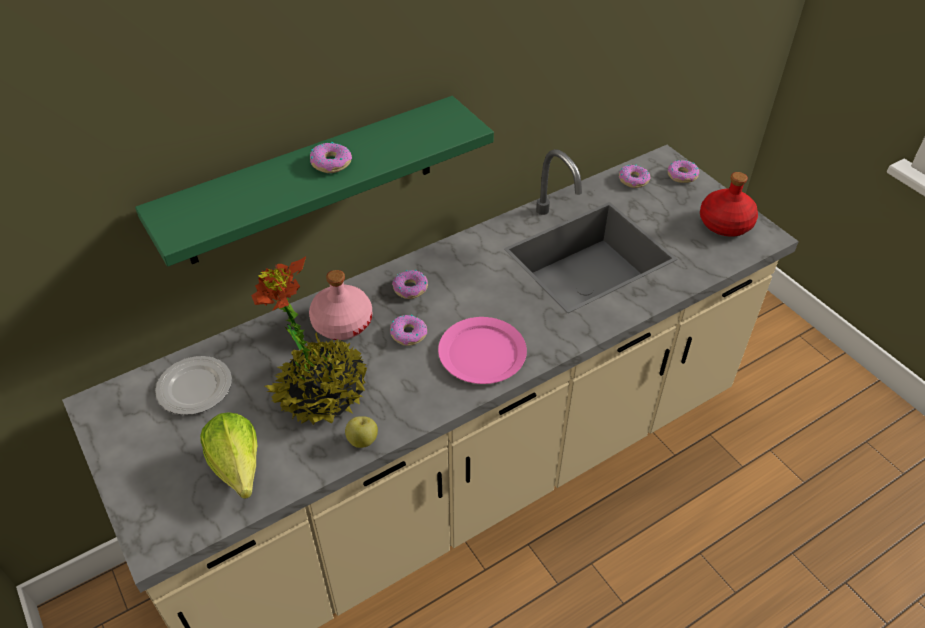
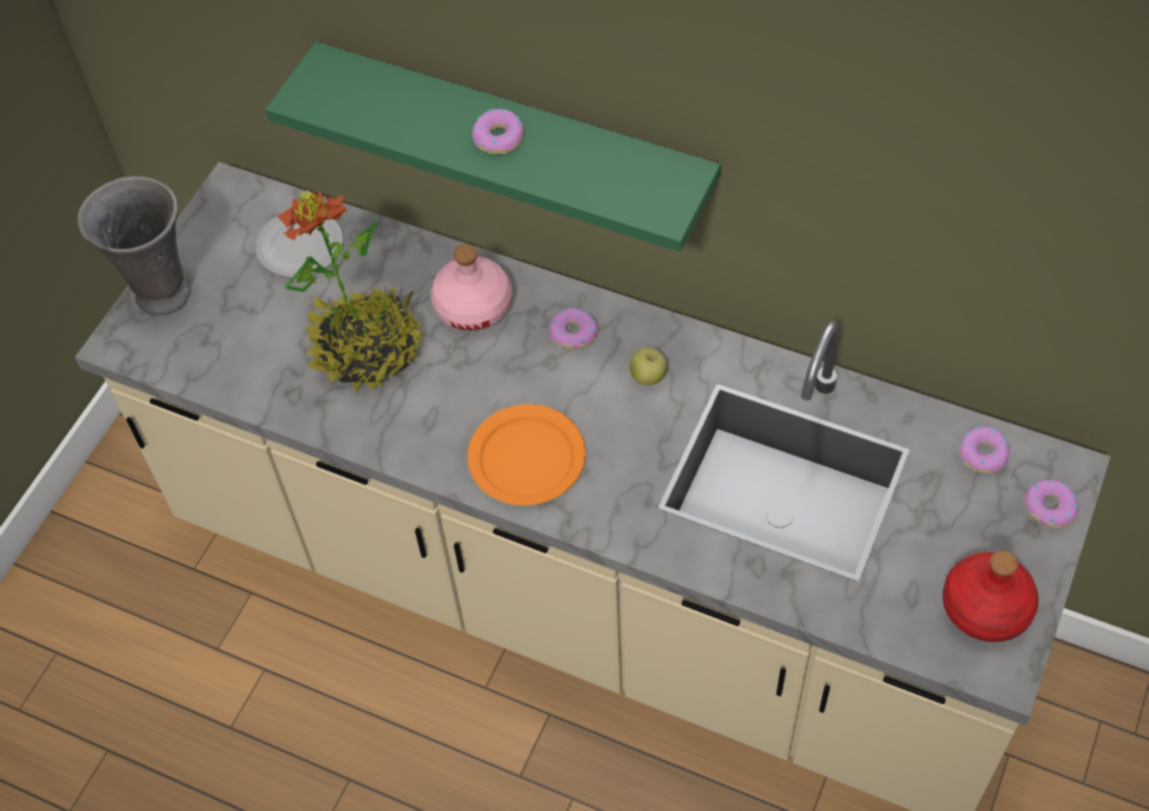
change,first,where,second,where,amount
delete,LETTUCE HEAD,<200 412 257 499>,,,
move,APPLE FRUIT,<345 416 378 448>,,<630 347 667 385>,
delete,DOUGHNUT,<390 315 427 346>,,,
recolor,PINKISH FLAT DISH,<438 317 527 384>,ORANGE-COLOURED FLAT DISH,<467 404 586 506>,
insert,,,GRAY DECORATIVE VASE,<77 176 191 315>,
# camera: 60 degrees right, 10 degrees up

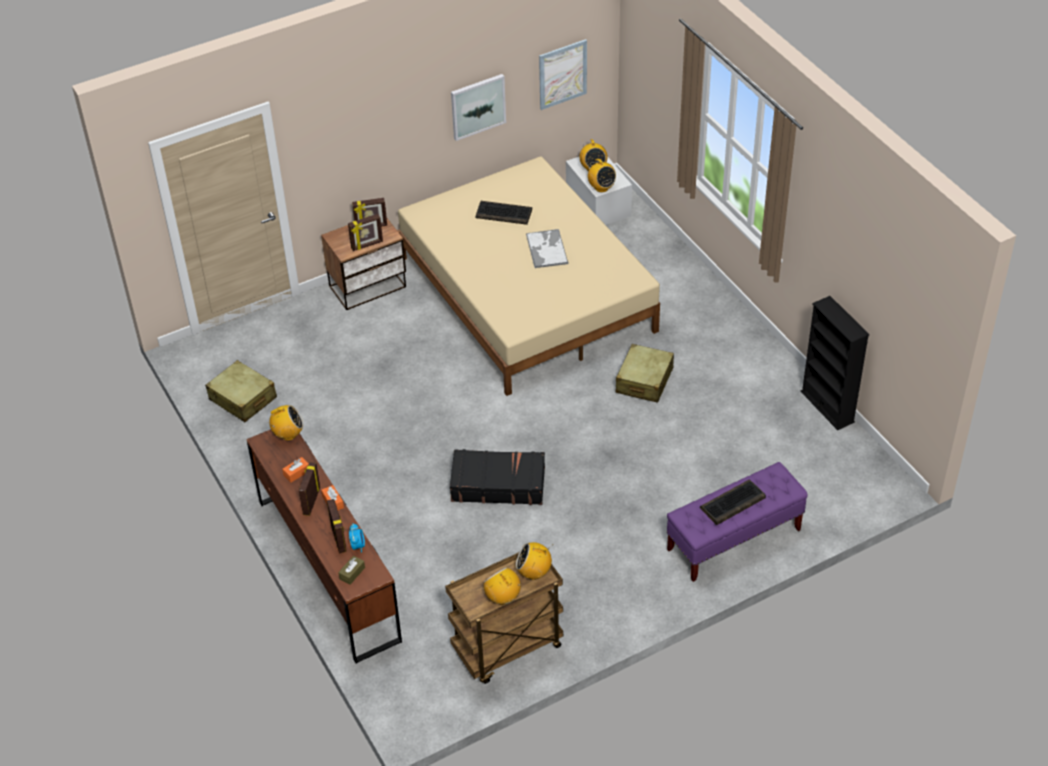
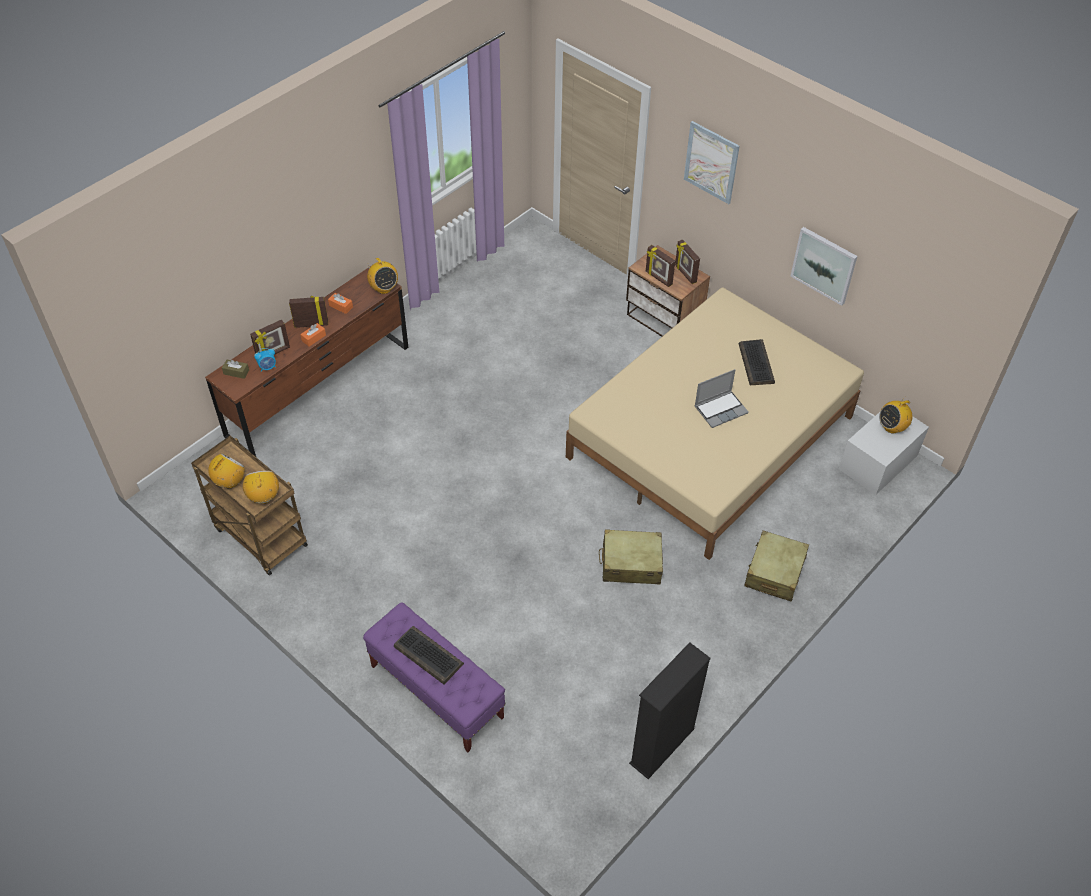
change,first,where,second,where,amount
move,SAND-COLOURED SUITCASE,<205 360 277 422>,,<744 530 809 601>,
delete,BLACK SUITCASE,<450 449 545 505>,,,
replace,TRAY,<526 229 568 268>,LAPTOP,<695 369 749 428>,
move,WALL PICTURE,<539 39 587 110>,,<684 121 740 204>,
delete,RADIO RECEIVER,<587 159 616 192>,,,
# camera: 70 degrees right, 5 degrees up

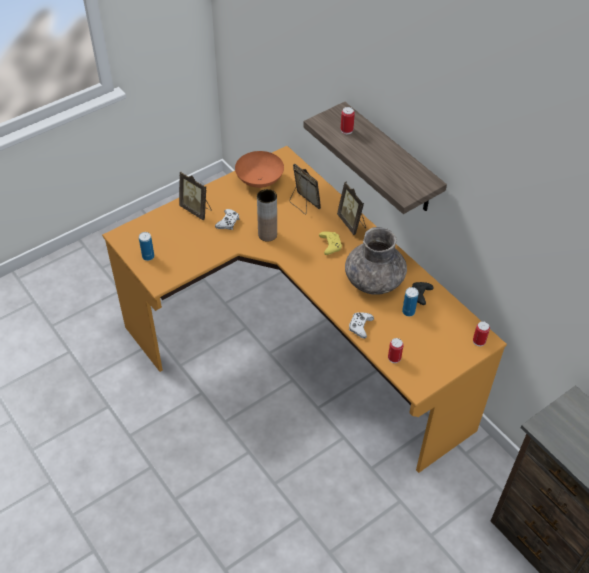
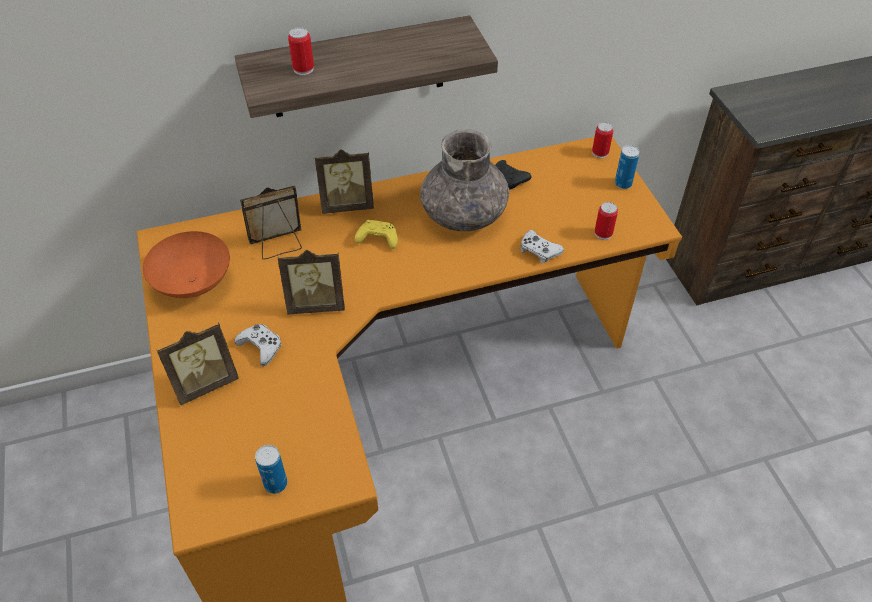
change,first,where,second,where,amount
replace,BROWNISH DECORATIVE VASE,<257 189 277 242>,PHOTO FRAME,<278 250 345 314>,
move,SEALED CAN,<402 287 419 316>,,<615 145 640 189>,
# camera: 70 degrees left, 0 degrees up

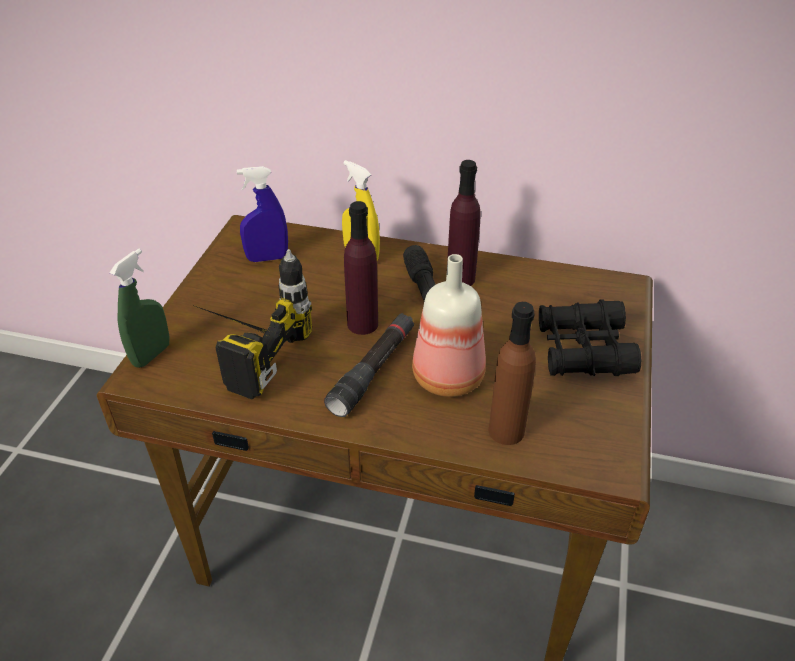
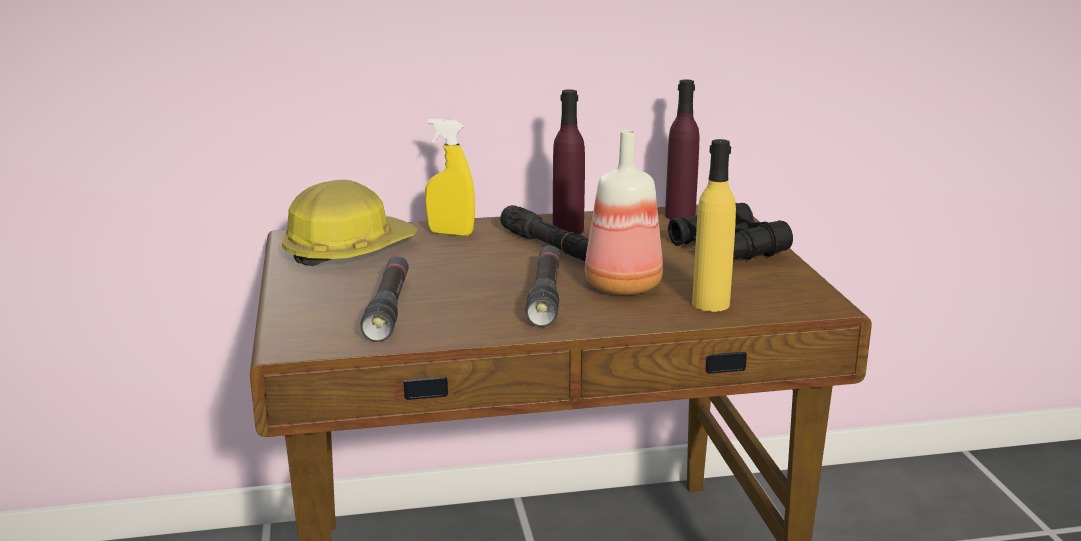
change,first,where,second,where,amount
delete,GREEN-COLOURED HAND SPRAYER,<110 249 170 368>,,,
replace,POWER DRILL,<195 249 312 399>,BLACK FLASHLIGHT,<361 257 409 342>,
replace,BLUE-COLOURED HAND SPRAYER,<237 166 288 262>,SAFETY HELMET,<282 180 418 266>,
move,PURPLISH DRINK BOTTLE,<344 201 378 335>,,<665 80 699 219>,
recolor,BROWNISH DRINK BOTTLE,<488 302 536 445>,YELLOWISH DRINK BOTTLE,<692 139 736 312>,
# camera: 25 degrees left, 20 degrees down

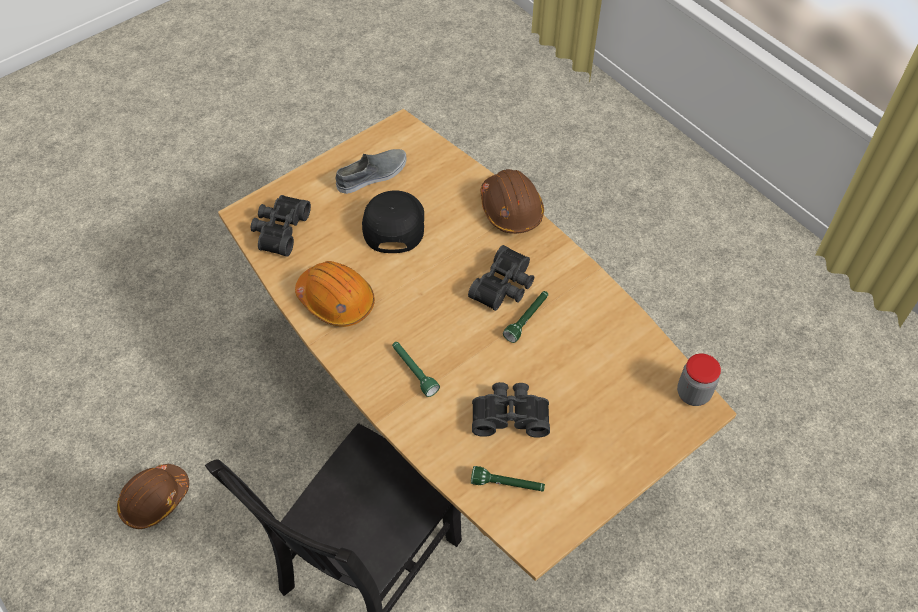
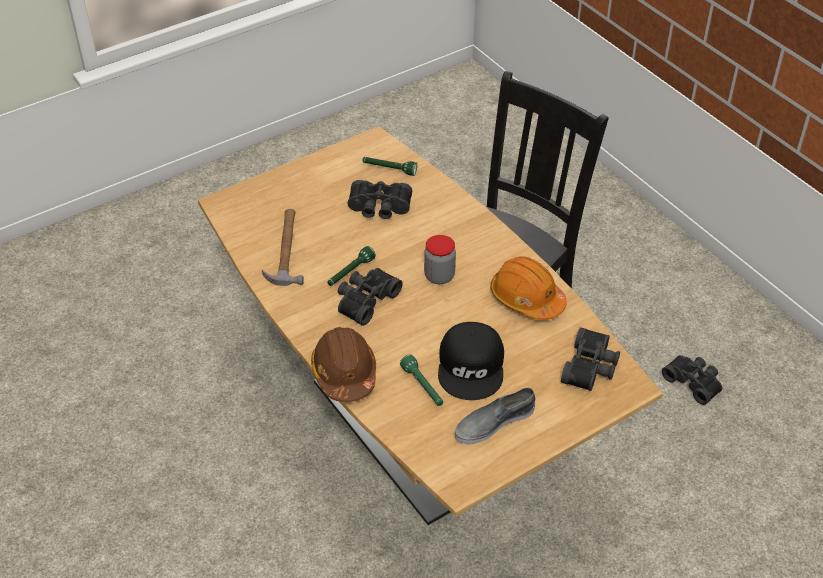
change,first,where,second,where,amount
replace,BROWNISH SAFETY HELMET,<117 464 189 529>,BLACK FIELD GLASSES,<662 355 722 405>,
move,GREEN-COLOURED FLASHLIGHT,<392 342 440 397>,,<400 354 443 406>,
move,STORAGE JAR,<677 354 721 406>,,<424 235 456 284>,
insert,,,HAND HAMMER,<262 209 304 286>,
# camera: 175 degrees left, 10 degrees down

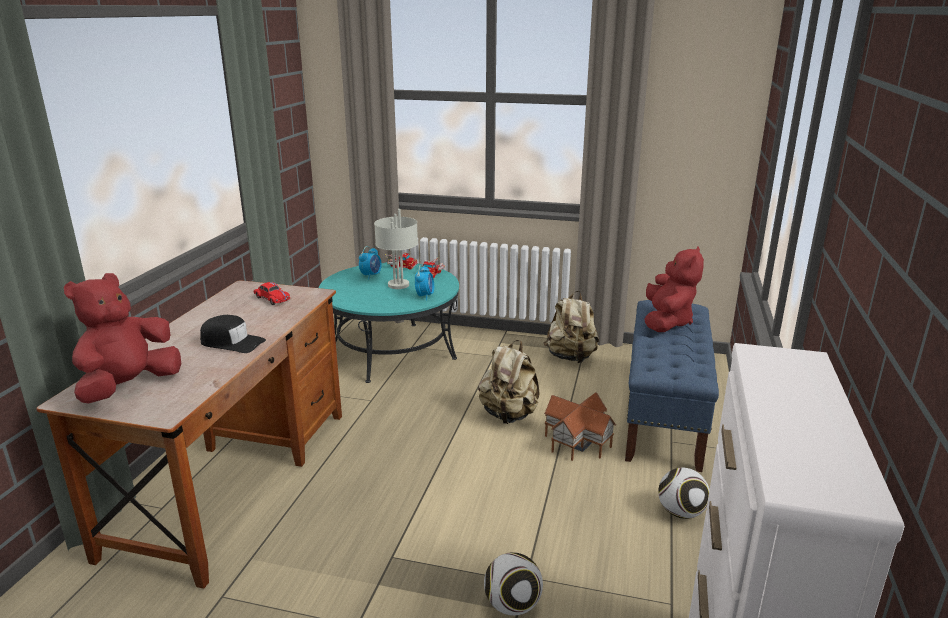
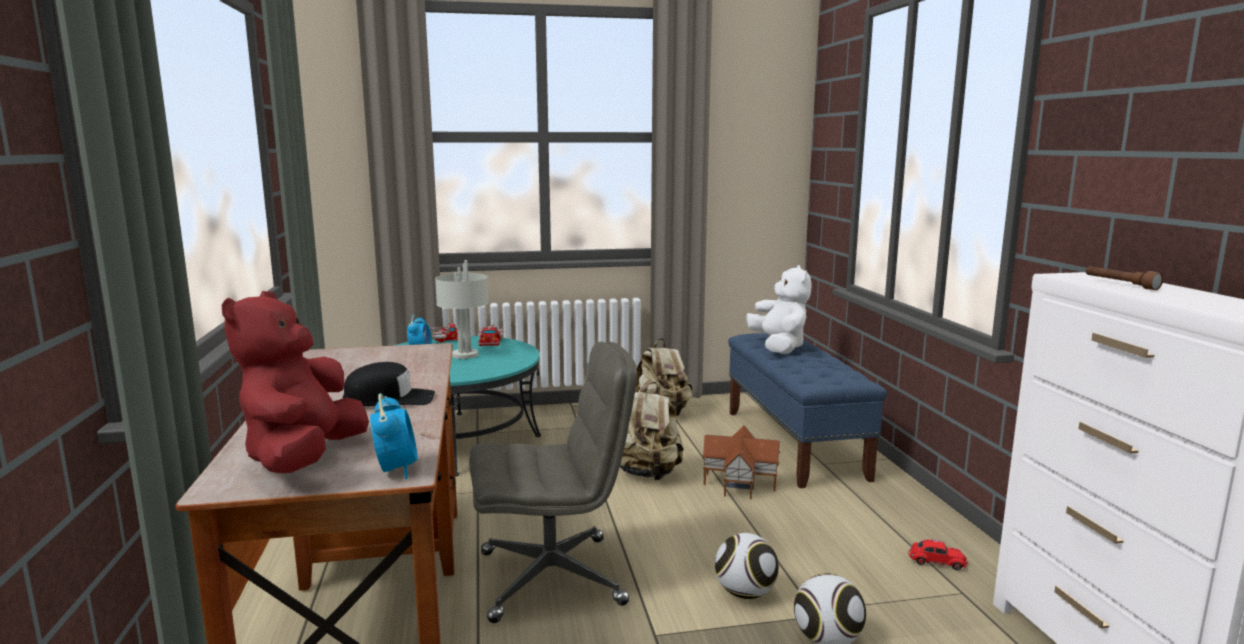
change,first,where,second,where,amount
move,RED-COLOURED MODEL CAR,<254 282 290 305>,,<908 539 968 570>,
move,ALARM CLOCK,<415 265 434 300>,,<370 393 418 479>,
recolor,RED-COLOURED PLUSH TOY,<645 247 704 332>,WHITE-COLOURED PLUSH TOY,<746 265 811 354>,
move,BALL FOR FOOTBALL,<658 468 710 519>,,<715 533 779 599>,
insert,,,GRAY COMPUTER CHAIR,<469 342 637 623>,
insert,,,BROWNISH FLASHLIGHT,<1086 266 1163 290>,
# camera: 25 degrees left, 10 degrees down

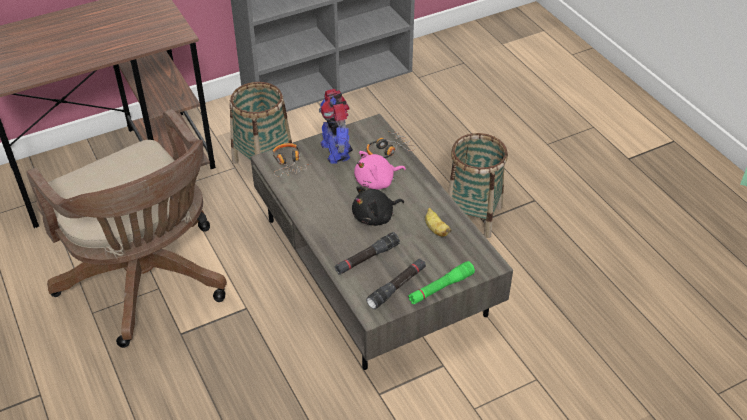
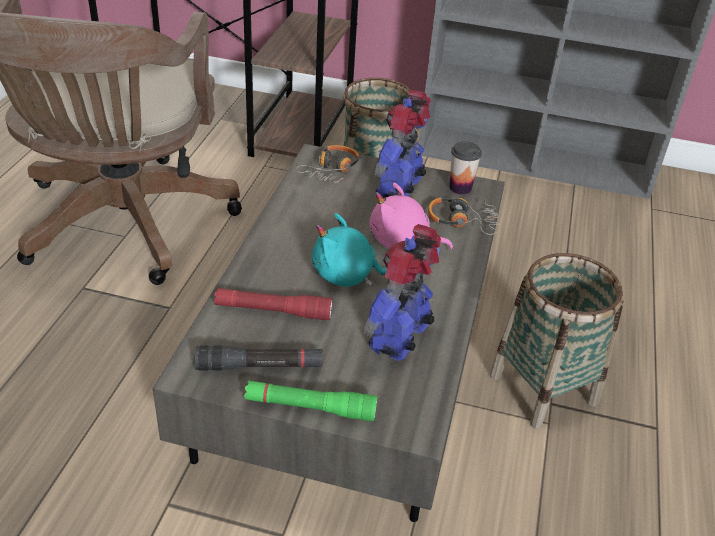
change,first,where,second,where,amount
recolor,BLACK FLASHLIGHT,<335 232 400 275>,RED-COLOURED FLASHLIGHT,<214 288 332 320>,
recolor,BLACK PLUSH TOY,<352 186 404 226>,TURQUOISE-COLOURED PLUSH TOY,<312 213 387 287>,
replace,BANANA,<425 208 451 237>,ROBOT FIGURE,<363 224 441 361>,
insert,,,CUP,<450 141 482 195>,
# camera: 40 degrees right, 5 degrees down

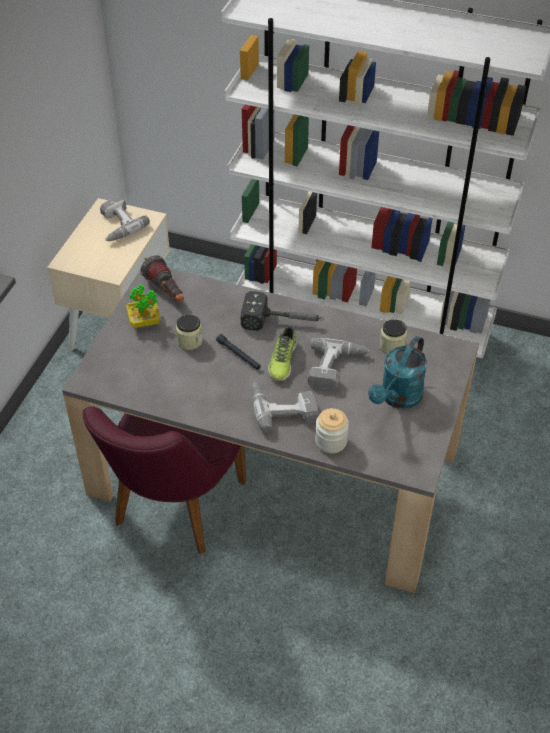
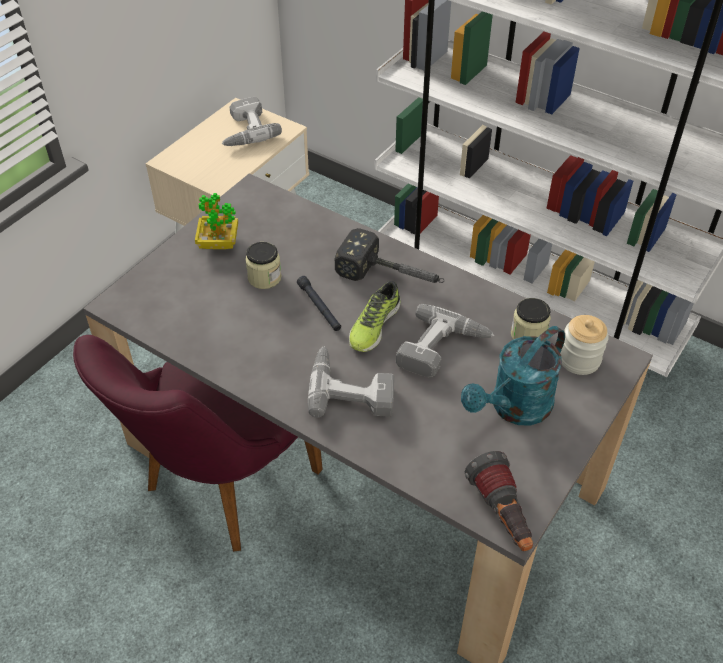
change,first,where,second,where,amount
move,FLASHLIGHT,<141 255 184 302>,,<465 451 533 551>,
move,STORAGE JAR,<315 408 349 454>,,<560 315 609 375>,
# camera: 15 degrees right, 0 degrees up

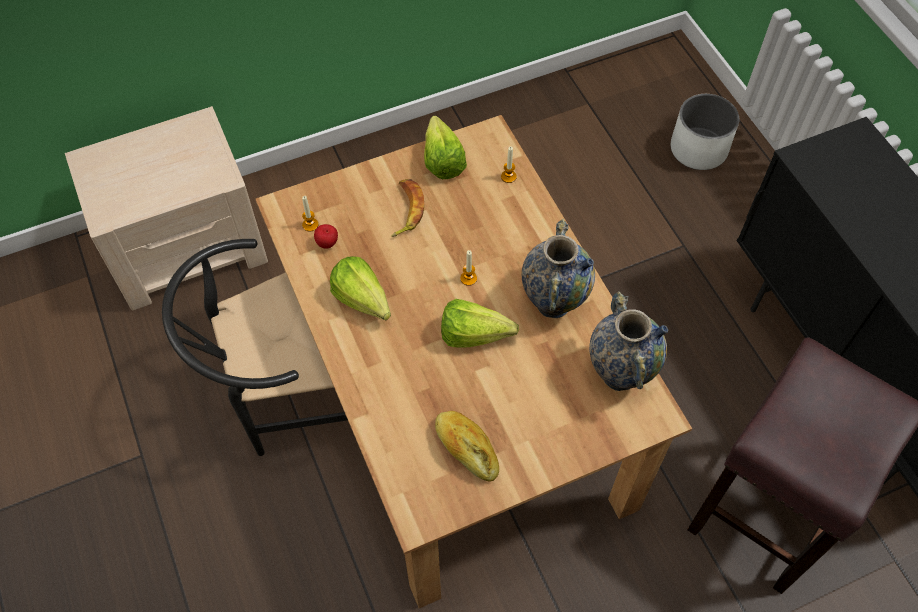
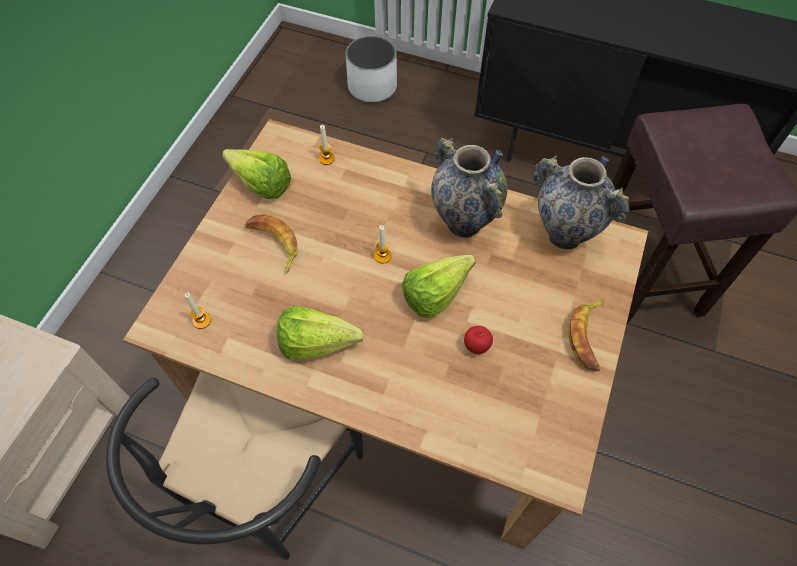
change,first,where,second,where,amount
move,APPLE FRUIT,<314 224 338 249>,,<464 326 493 354>,
delete,BAKED BREAD,<435 411 499 482>,,,
insert,,,BANANA,<569 299 606 371>,
# camera: 45 degrees left, 0 degrees up

